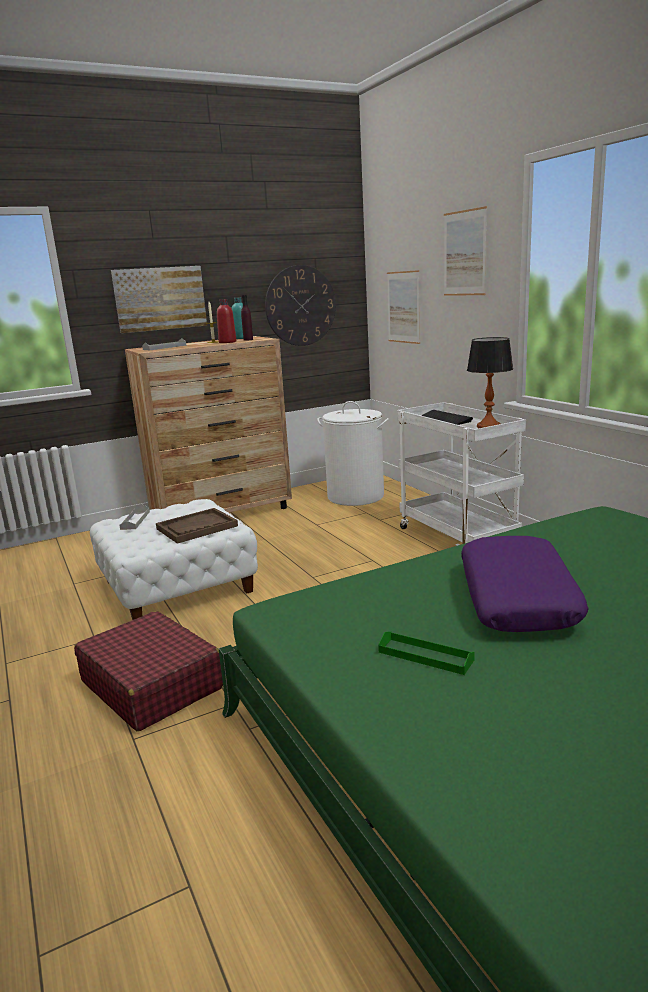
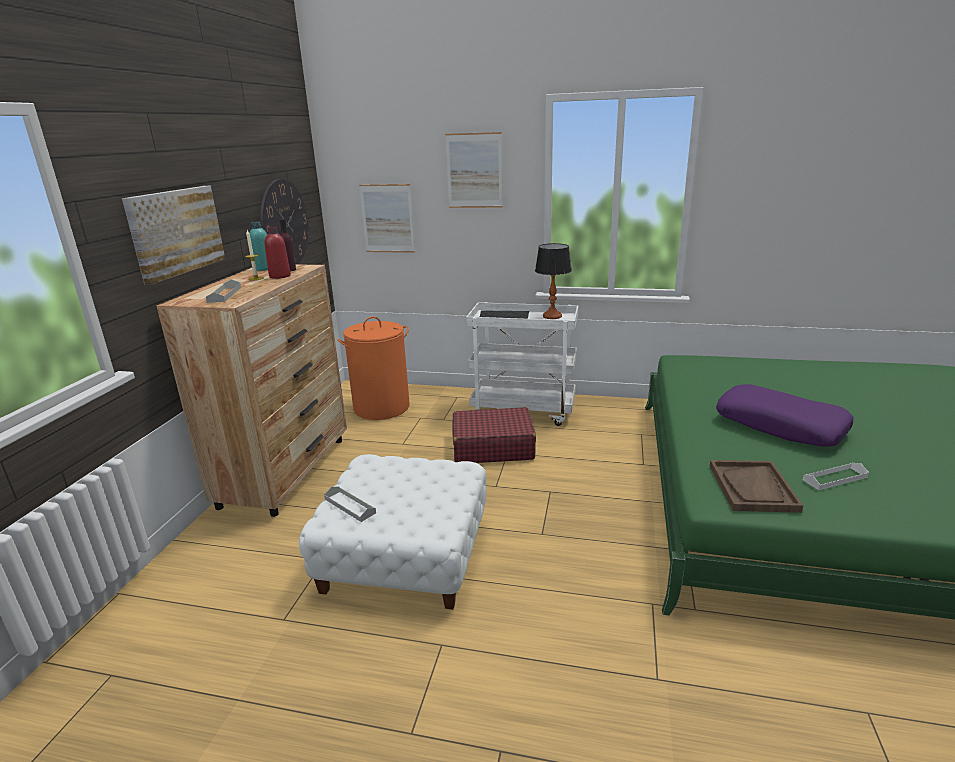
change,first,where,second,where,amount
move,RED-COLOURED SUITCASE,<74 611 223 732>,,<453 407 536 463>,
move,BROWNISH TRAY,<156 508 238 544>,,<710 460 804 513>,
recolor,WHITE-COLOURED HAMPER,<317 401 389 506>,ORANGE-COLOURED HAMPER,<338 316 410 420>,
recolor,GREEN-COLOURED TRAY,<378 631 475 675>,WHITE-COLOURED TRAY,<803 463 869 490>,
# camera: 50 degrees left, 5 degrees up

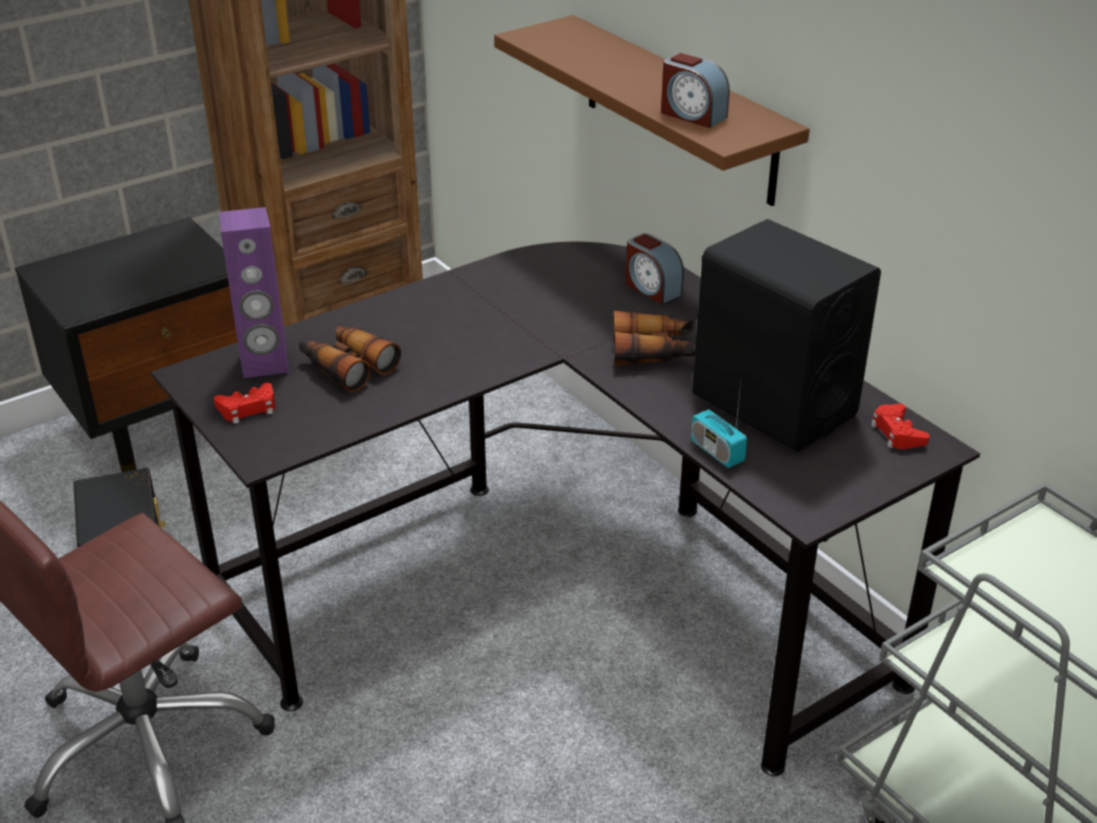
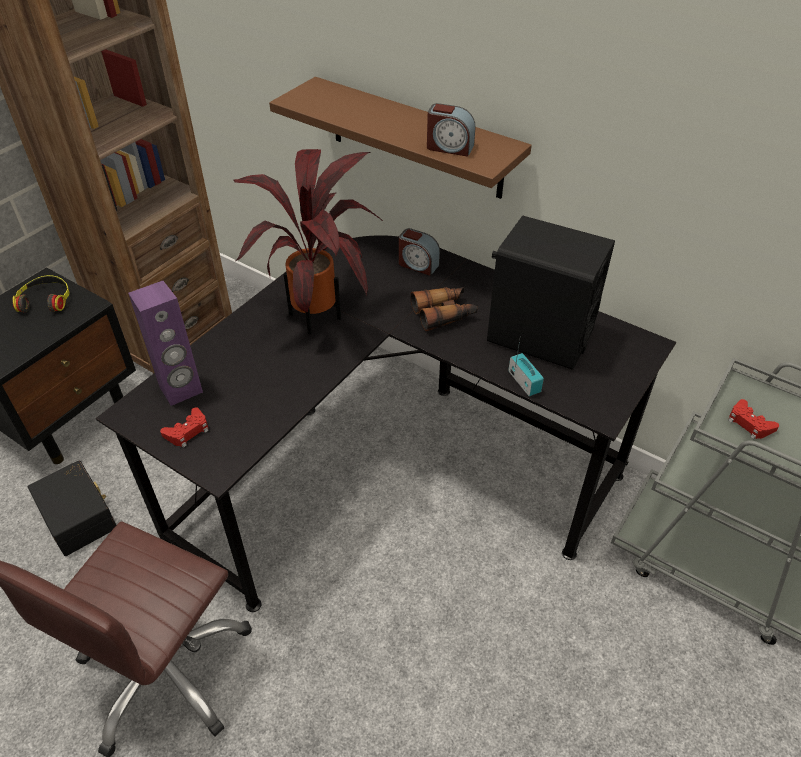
change,first,where,second,where,amount
delete,FIELD GLASSES,<299 323 401 392>,,,
rotate,RADIO RECEIVER,<691 383 747 468>,,<508 335 544 396>,150 degrees counterclockwise
move,RED-COLOURED JOYPAD,<871 404 930 449>,,<728 399 779 439>,
insert,,,PAIR OF HEADPHONES,<13 275 69 313>,
insert,,,HOUSEPLANT,<233 149 384 334>,
# camera: 20 degrees left, 10 degrees up

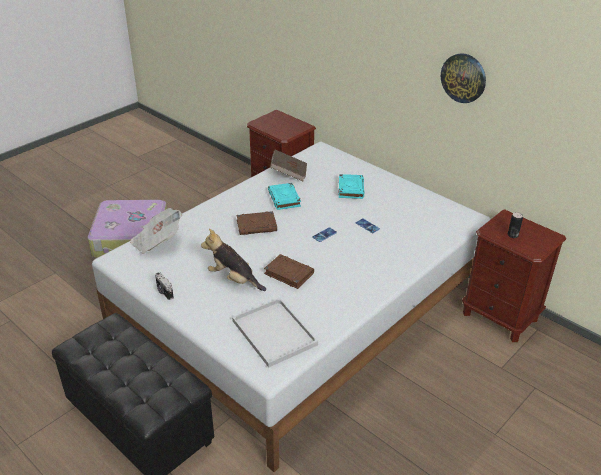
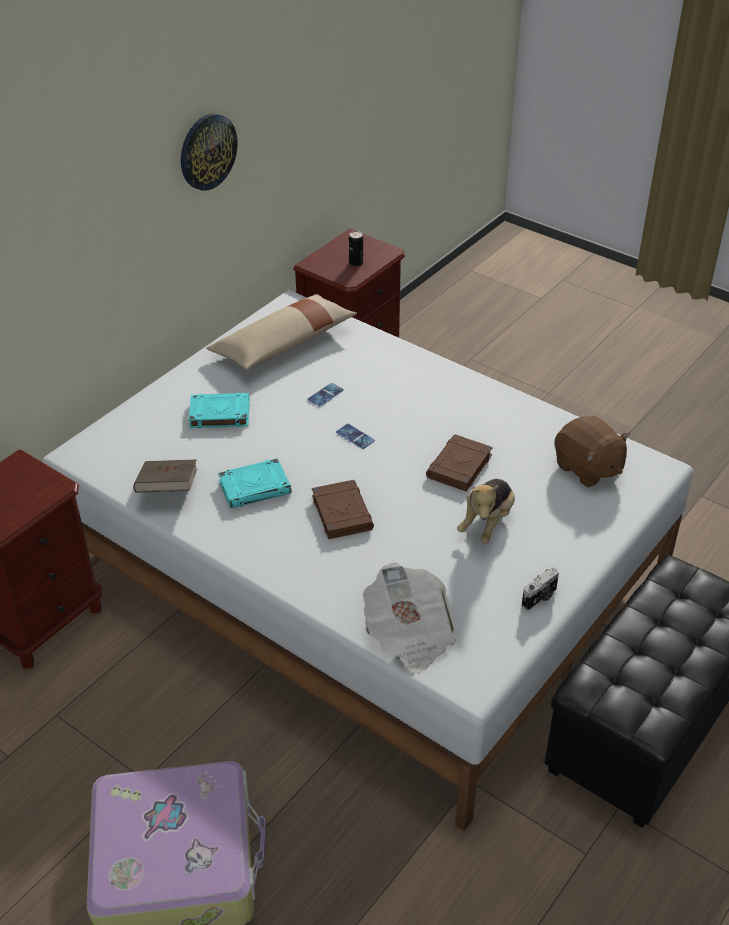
change,first,where,second,where,amount
replace,WHITE-COLOURED TRAY,<232 298 318 368>,BROWNISH PLUSH TOY,<554 416 630 487>,
insert,,,SAND-COLOURED THROW PILLOW,<206 294 357 370>,
# camera: 95 degrees left, 5 degrees up

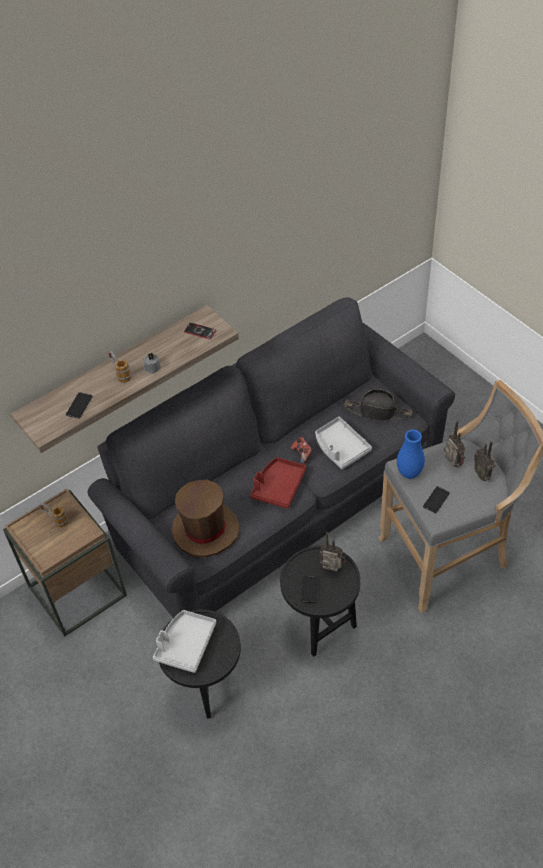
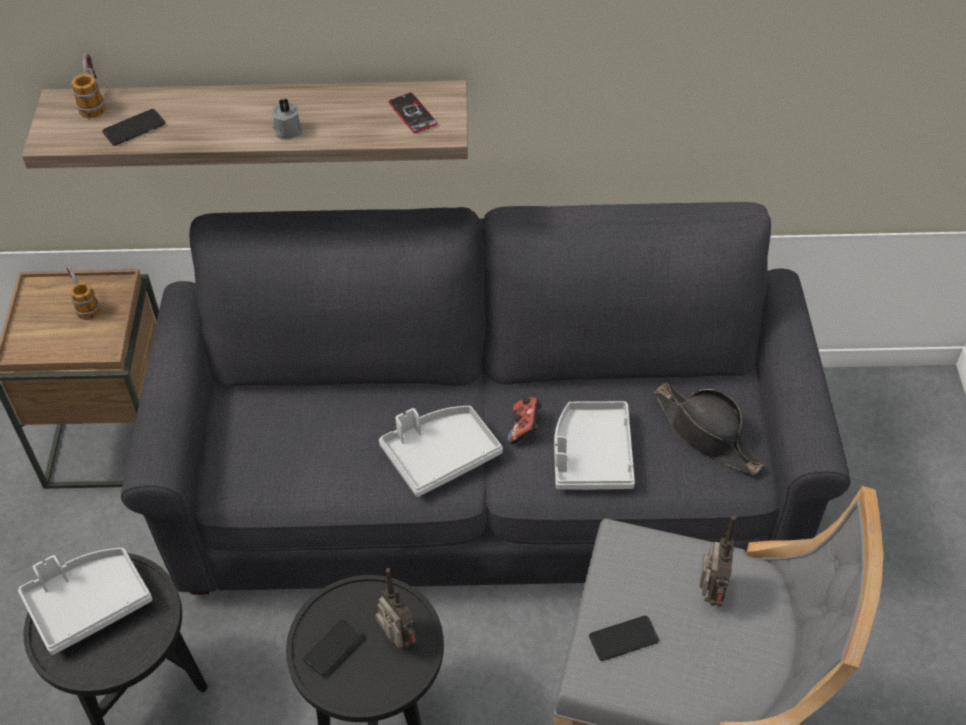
change,first,where,second,where,amount
move,COFFEE MUG,<108 351 131 383>,,<71 53 106 118>,
delete,BROWNISH HAT,<172 480 239 557>,,,
recolor,RED-COLOURED TRAY,<250 457 306 509>,GRAY TRAY,<379 406 503 497>,
delete,BLUE-COLOURED DECORATIVE VASE,<397 430 425 479>,,,
delete,RADIO RECEIVER,<474 441 496 481>,,,
# camera: 35 degrees right, 0 degrees up

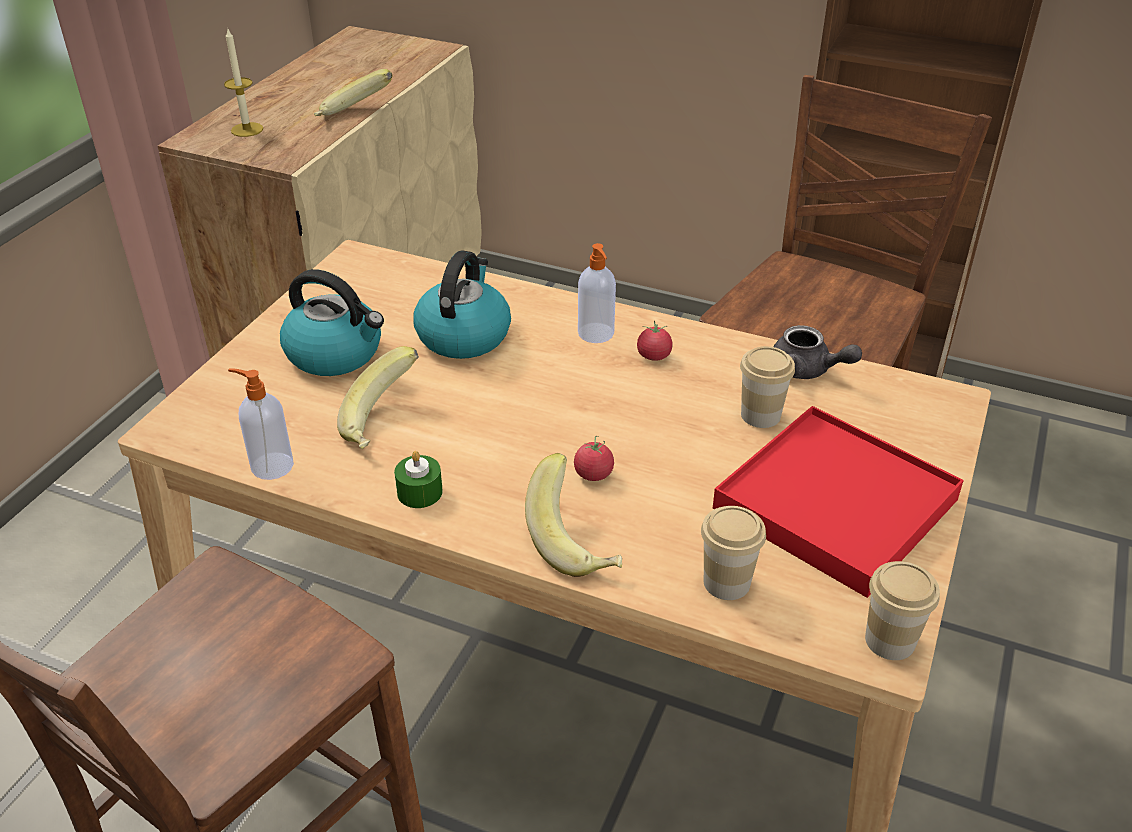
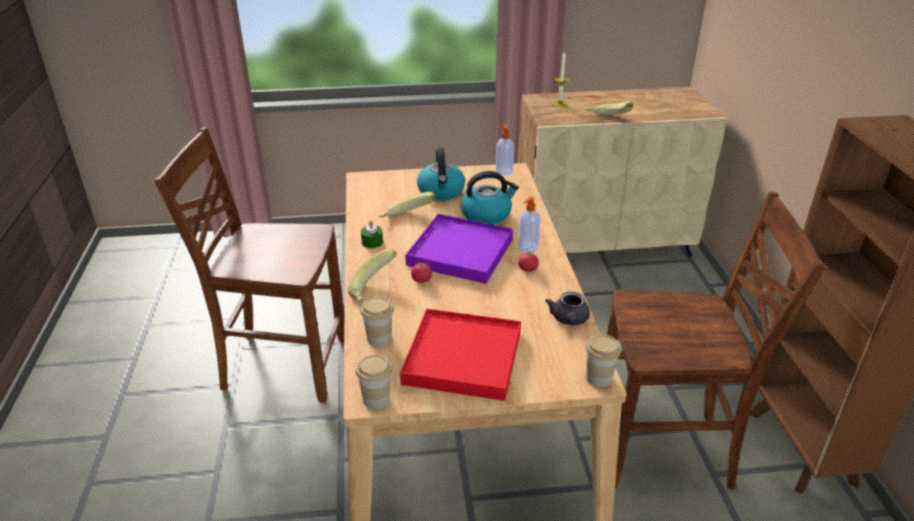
change,first,where,second,where,amount
move,LIQUID SOAP BOTTLE,<228 368 294 480>,,<496 123 514 175>,
move,CUP,<740 346 795 428>,,<585 334 621 387>,
insert,,,PURPLISH TRAY,<405 214 513 284>,
# camera: 60 degrees right, 5 degrees down

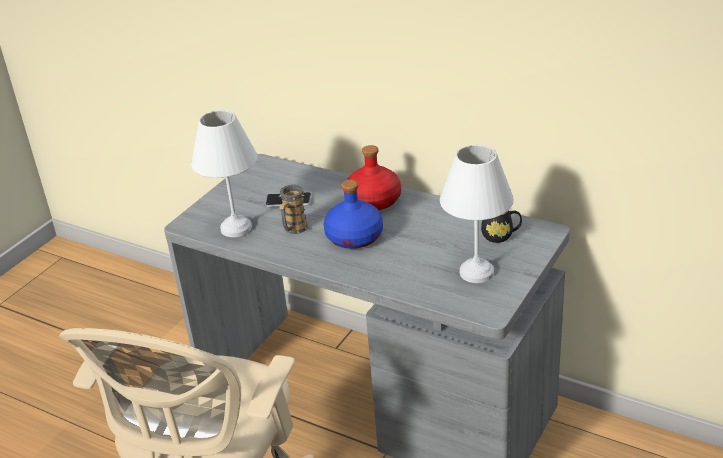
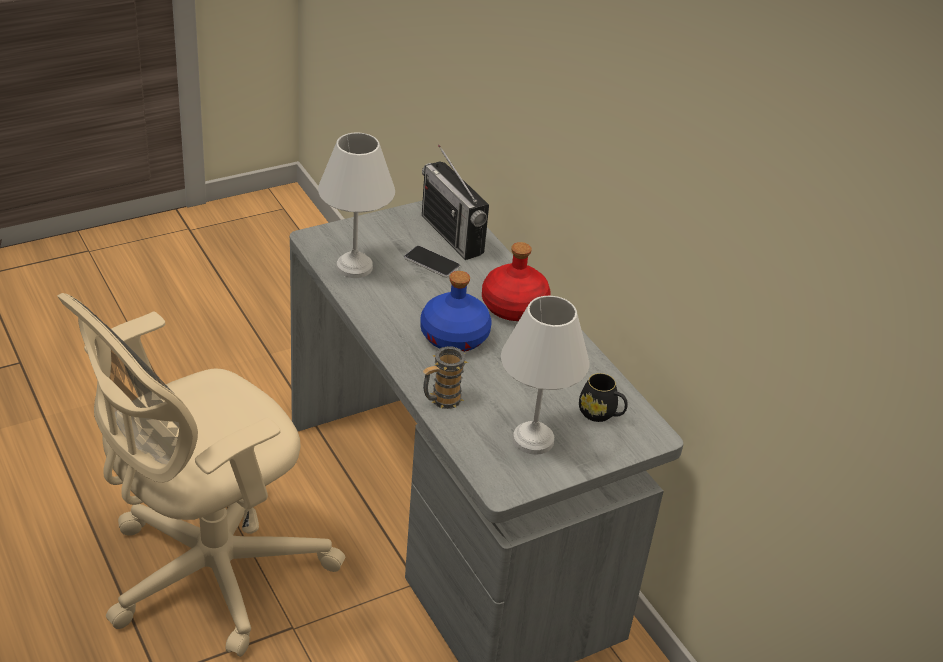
change,first,where,second,where,amount
move,COFFEE MUG,<278 184 309 234>,,<423 346 468 409>,
insert,,,RADIO RECEIVER,<422 145 489 260>,
# camera: 25 degrees right, 5 degrees up

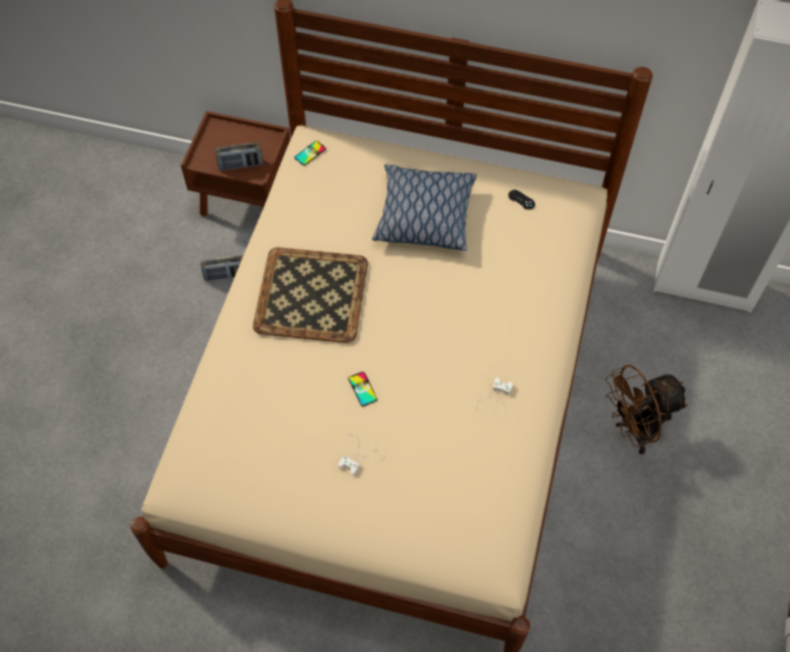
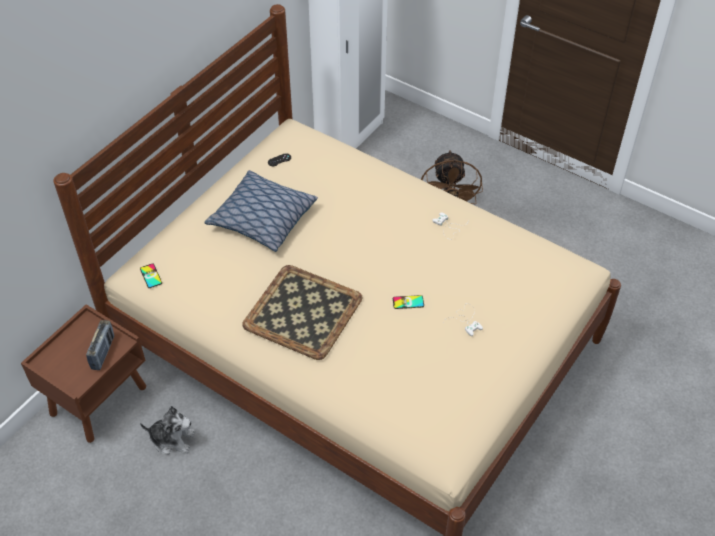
change,first,where,second,where,amount
replace,RADIO RECEIVER,<201 256 243 281>,PLUSH TOY,<140 406 195 455>,
# camera: 70 degrees left, 10 degrees down

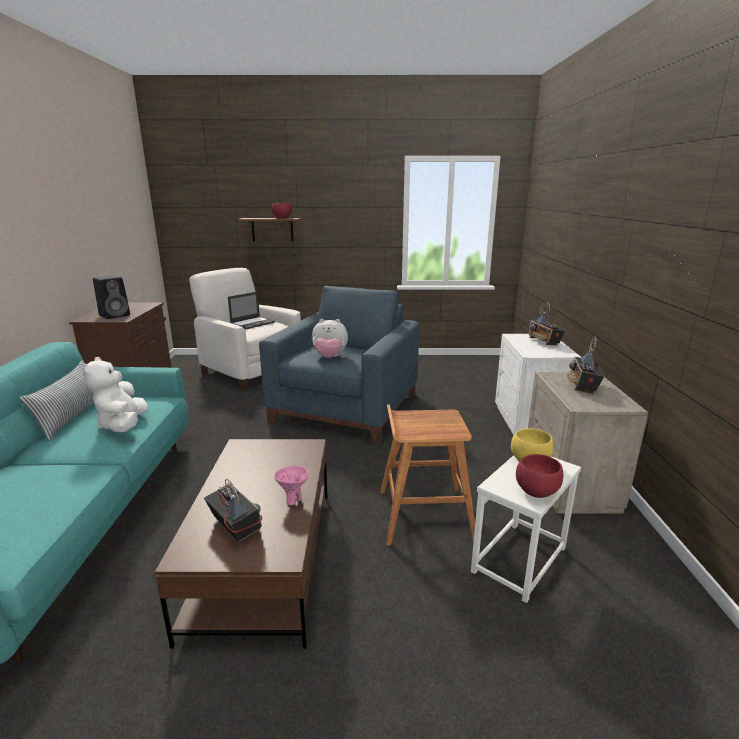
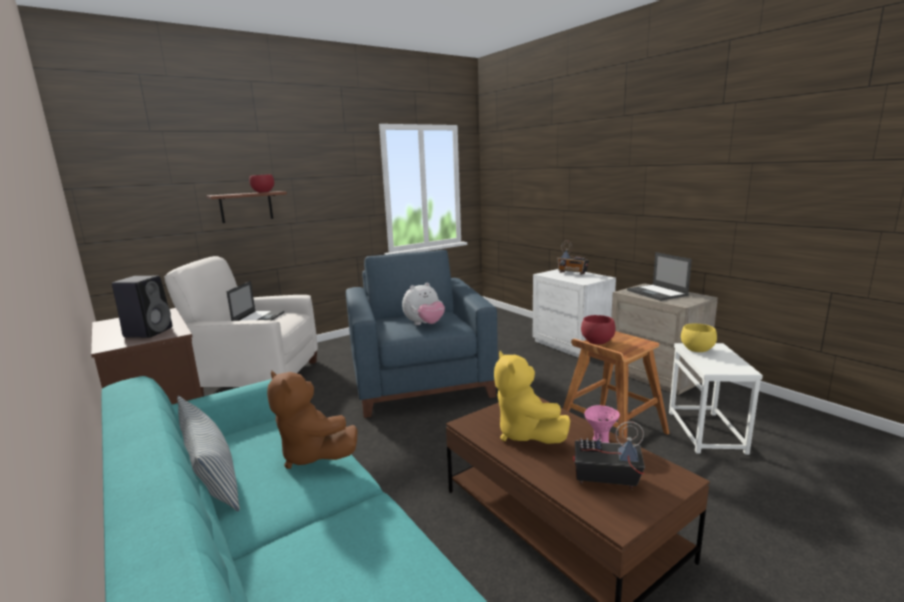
change,first,where,second,where,amount
recolor,WHITE-COLOURED PLUSH TOY,<83 357 148 432>,BROWNISH PLUSH TOY,<267 371 357 469>,
move,RED-COLOURED BOWL,<516 454 563 498>,,<581 315 616 344>,
replace,RADIO RECEIVER,<567 336 604 394>,LAPTOP,<627 252 692 301>,
insert,,,YELLOWISH PLUSH TOY,<494 351 570 444>,
# camera: 35 degrees left, 5 degrees down

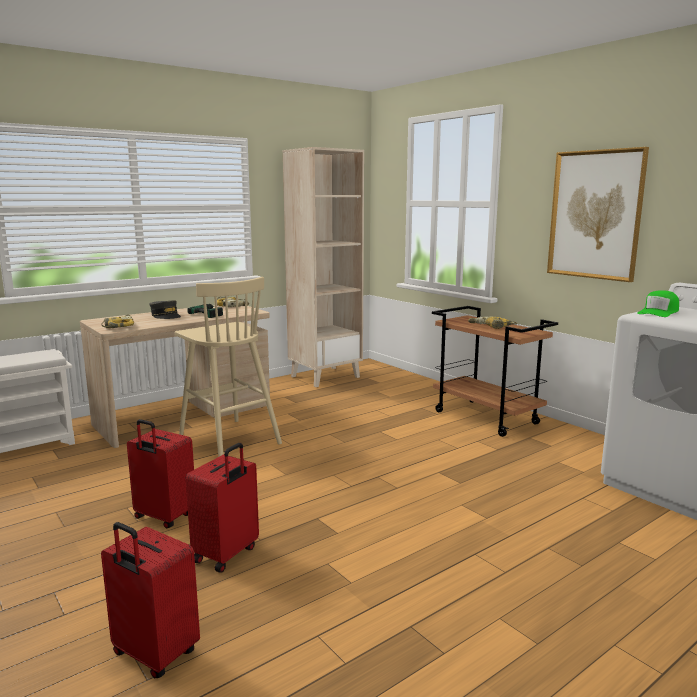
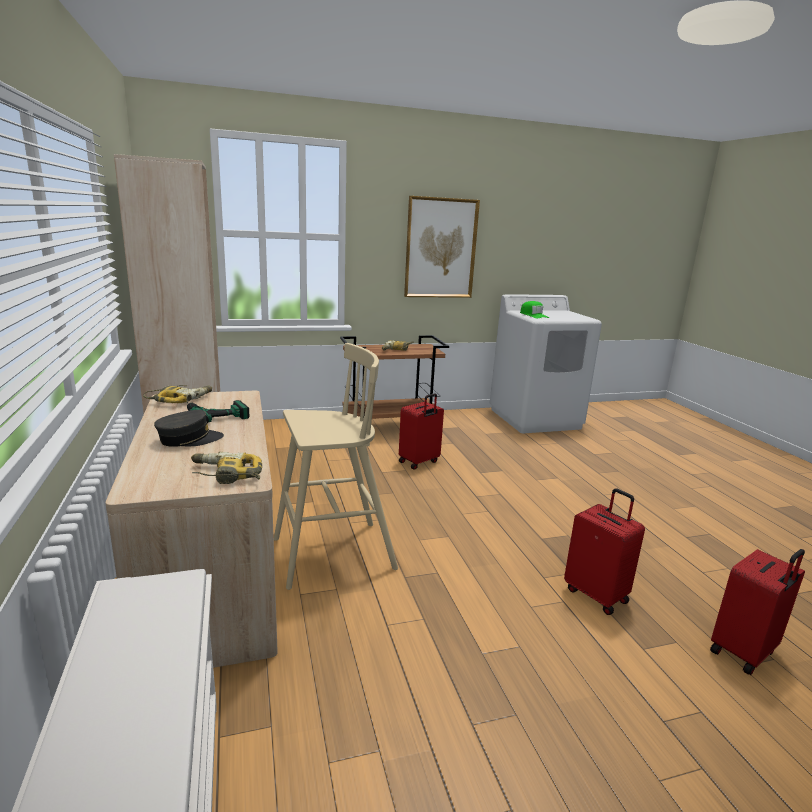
change,first,where,second,where,amount
move,RED-COLOURED SUITCASE,<127 419 194 528>,,<399 393 444 470>,
# camera: 70 degrees left, 5 degrees up

